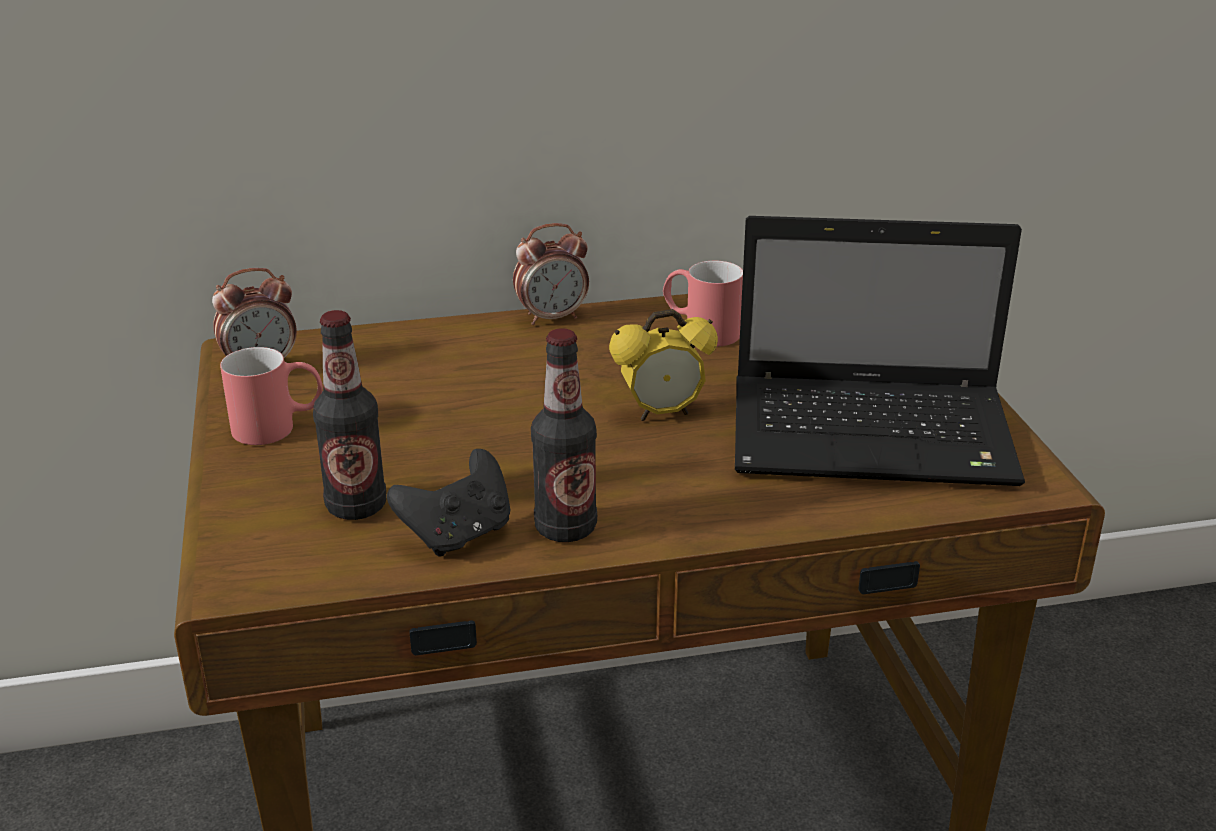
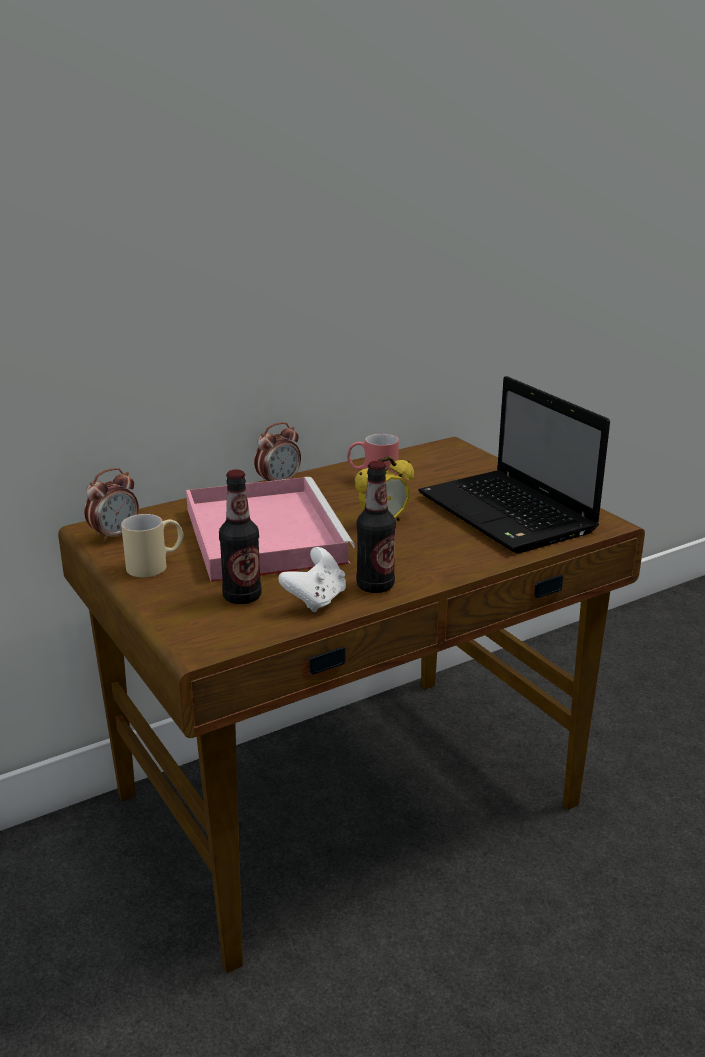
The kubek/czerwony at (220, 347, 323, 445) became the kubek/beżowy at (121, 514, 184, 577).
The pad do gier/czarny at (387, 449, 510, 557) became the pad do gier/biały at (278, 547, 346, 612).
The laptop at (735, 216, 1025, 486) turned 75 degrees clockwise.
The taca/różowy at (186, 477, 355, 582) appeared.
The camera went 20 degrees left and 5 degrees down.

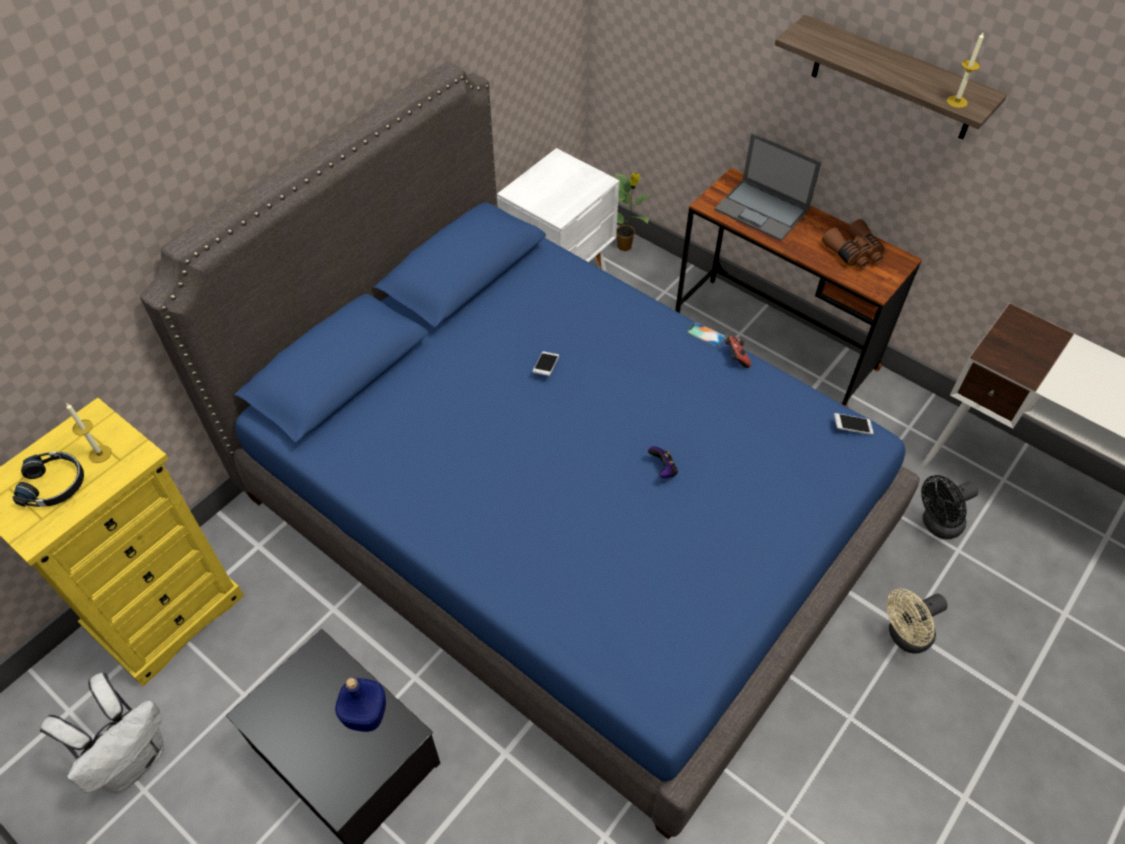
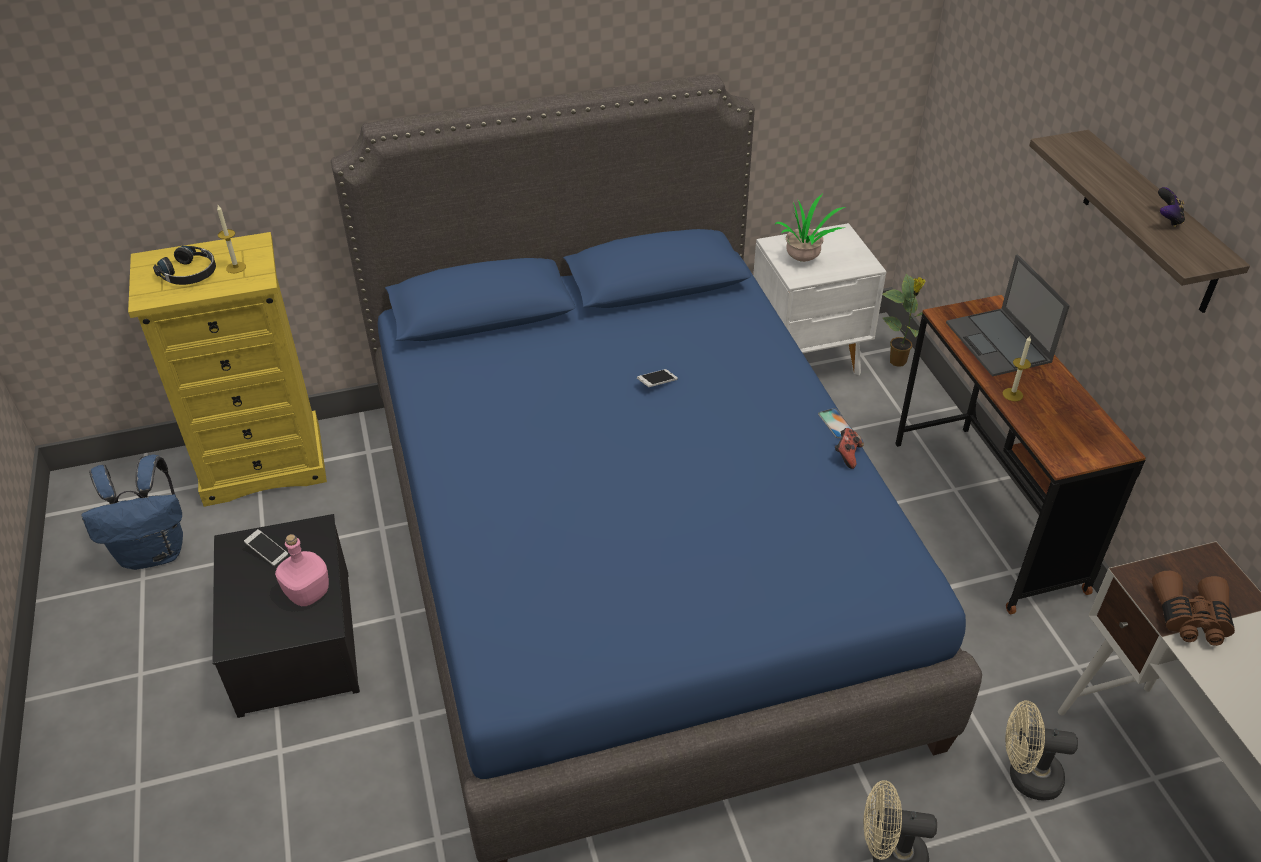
The plecak/biały at (40, 673, 164, 793) became the plecak/niebieski at (81, 455, 183, 570).
The butelka/niebieski at (335, 678, 386, 732) became the butelka/różowy at (275, 534, 329, 606).
The pad do gier moved from (648, 446, 678, 478) to (1158, 187, 1185, 227).
The lornetka/brązowy moved from (822, 219, 885, 269) to (1152, 571, 1235, 646).
The telefon moved from (834, 413, 874, 435) to (244, 529, 288, 566).
The wentylator/czarny at (921, 475, 978, 539) became the wentylator/beżowy at (1006, 700, 1078, 801).
The świeca moved from (947, 33, 984, 108) to (1003, 336, 1031, 401).
The roślina doniczkowa at (775, 194, 846, 262) appeared.
The camera went 35 degrees right and 10 degrees down.

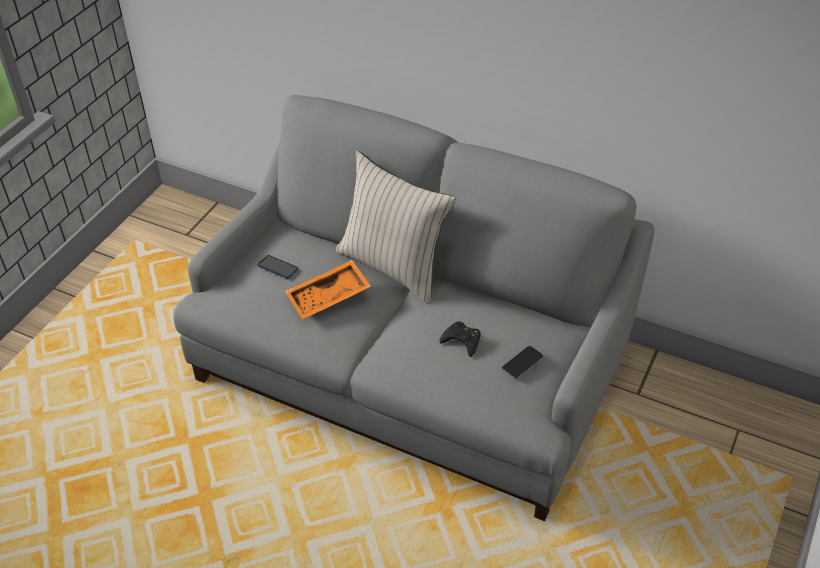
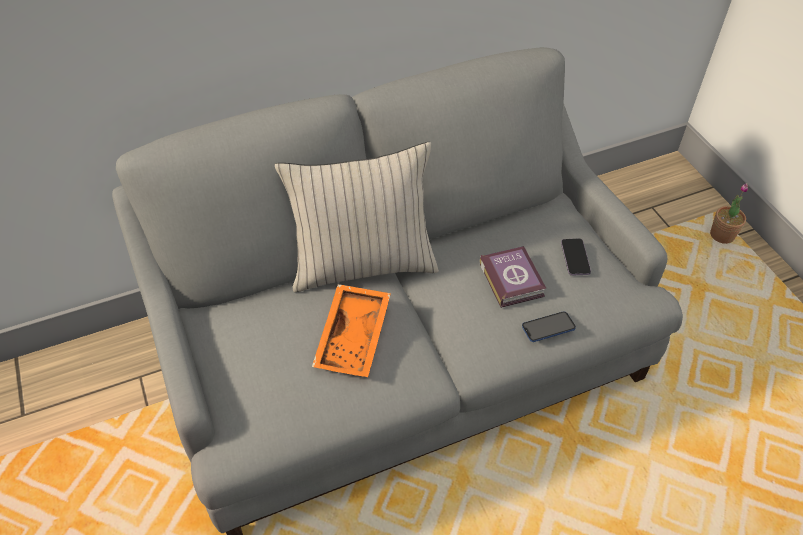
The telefon moved from (258, 255, 298, 279) to (522, 311, 576, 342).
The pad do gier/czarny at (440, 321, 481, 357) was replaced by the książka at (480, 246, 546, 308).
The roślina doniczkowa at (710, 183, 748, 244) appeared.
The camera went 50 degrees left and 5 degrees up.

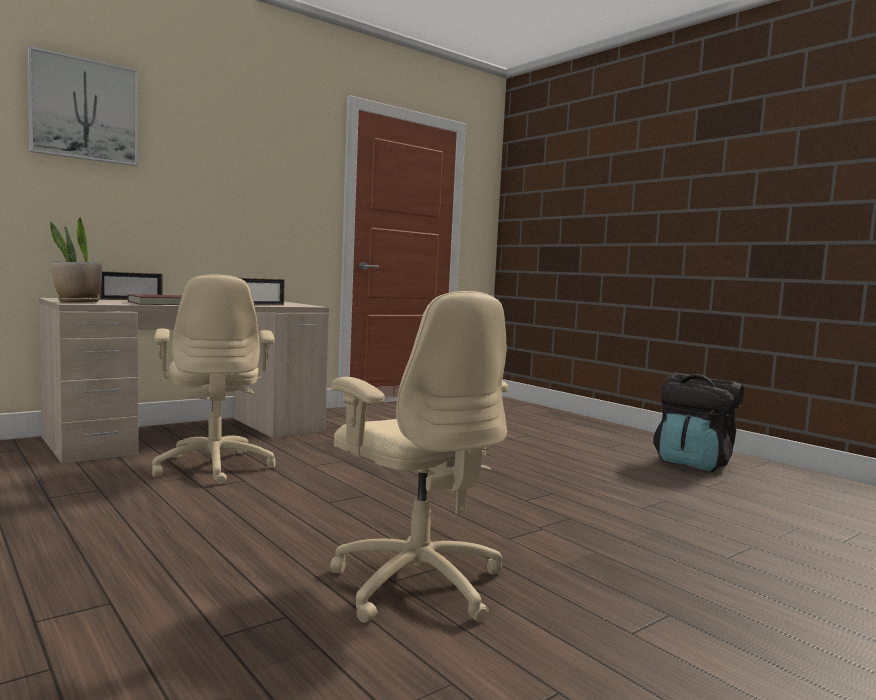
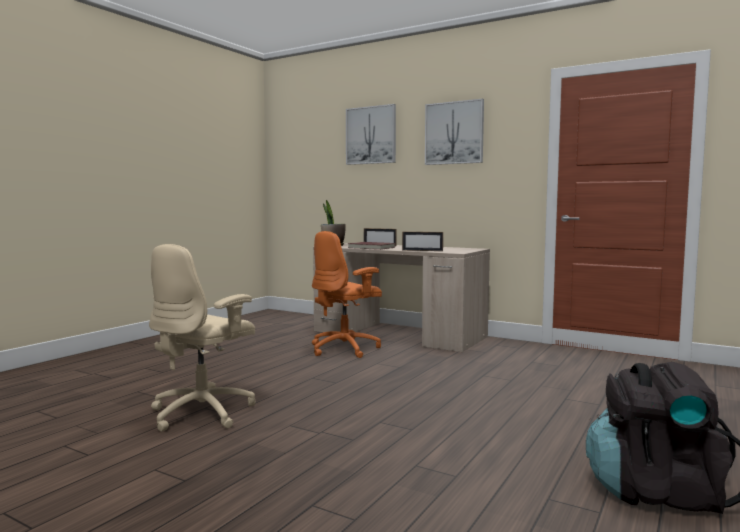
The krzesło biurowe/beżowy at (151, 274, 276, 485) became the krzesło biurowe/pomarańczowy at (312, 231, 382, 358).
The obraz at (425, 99, 484, 165) appeared.
The camera went 70 degrees right and 0 degrees up.

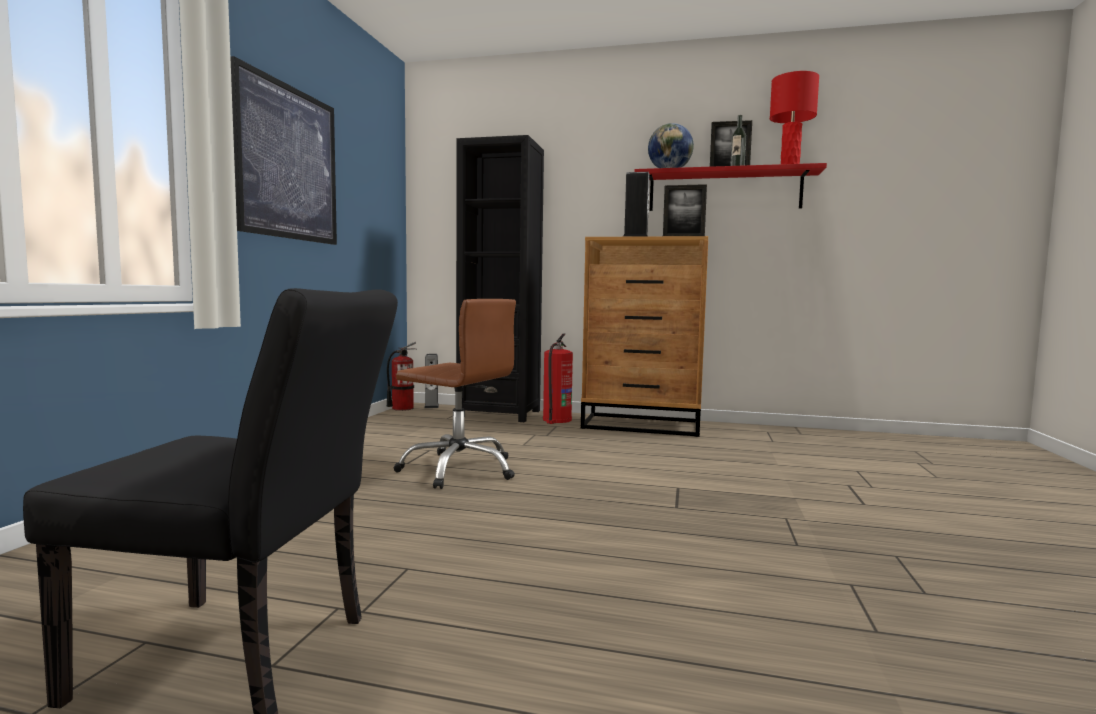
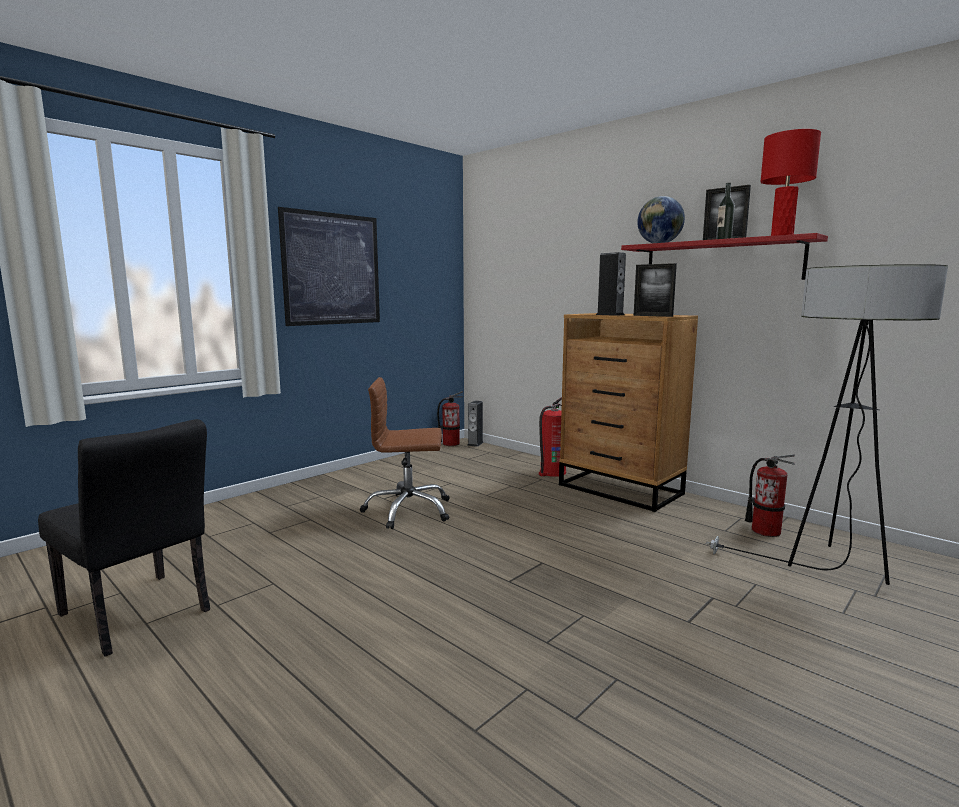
The krzesło biurowe/brązowy at (394, 299, 516, 489) turned 120 degrees clockwise.
The regał/czarny at (456, 135, 544, 422) disappeared.
The lampa stojąca at (705, 264, 948, 585) appeared.
The gaśnica at (745, 454, 795, 537) appeared.
The camera went 30 degrees right and 5 degrees up.

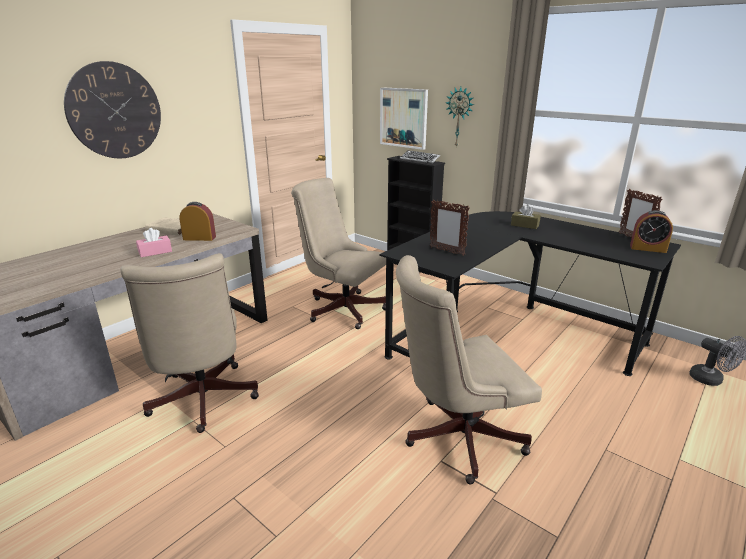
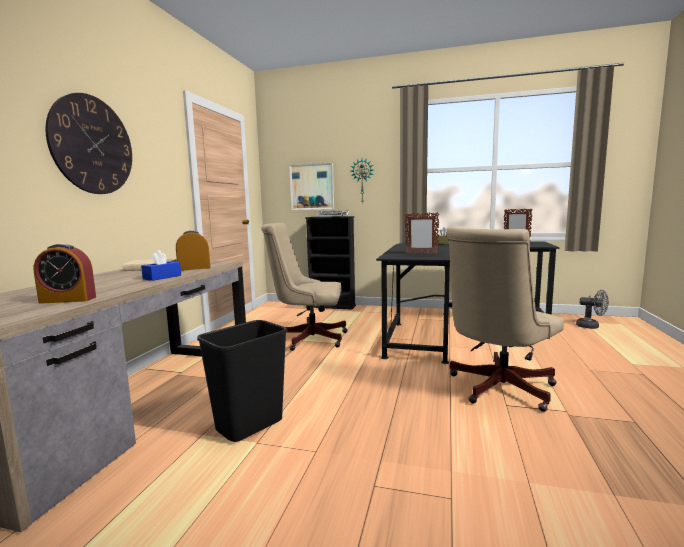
The krzesło biurowe/beżowy at (121, 253, 259, 433) was replaced by the kosz na śmieci/czarny at (197, 320, 287, 442).
The pudełko chusteczek/różowy at (136, 228, 172, 257) became the pudełko chusteczek/niebieski at (141, 250, 181, 281).
The budzik moved from (630, 210, 673, 253) to (34, 244, 96, 304).
The camera went 25 degrees left and 15 degrees down.

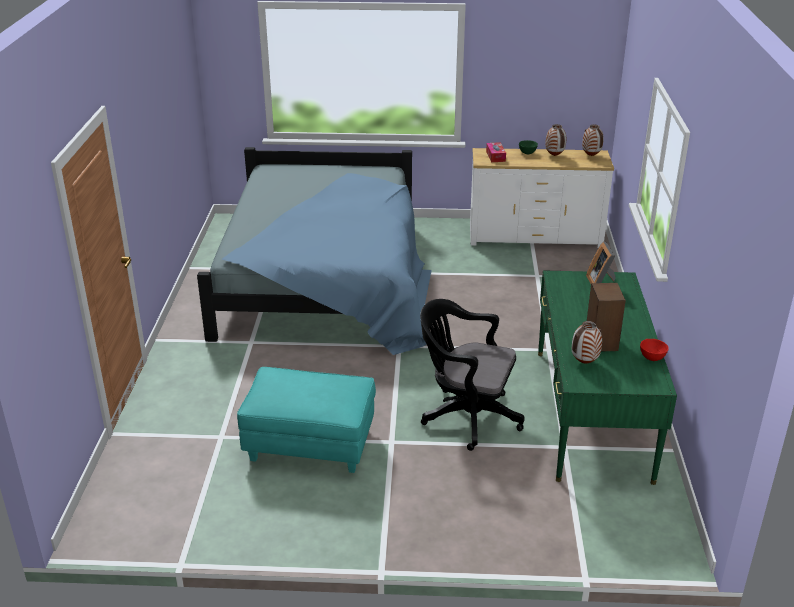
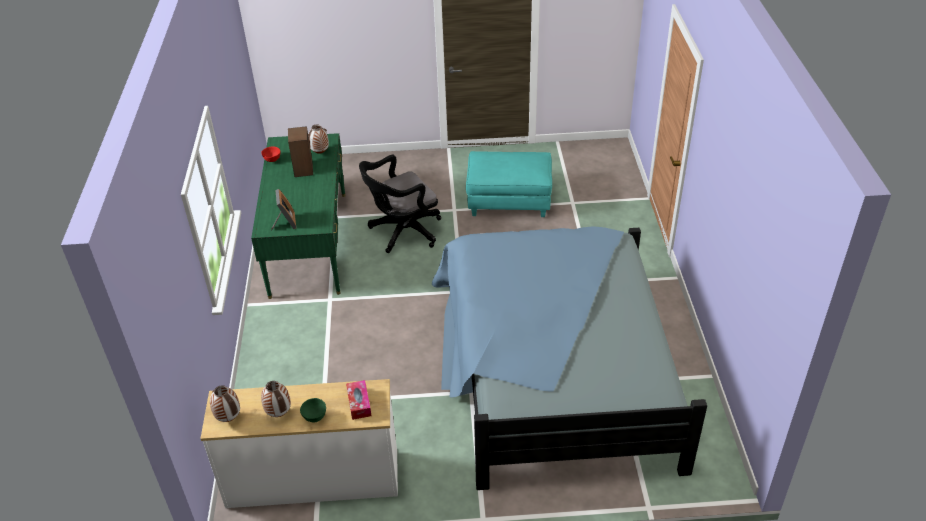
The krzesło biurowe/czarny at (420, 299, 525, 451) turned 135 degrees clockwise.
The camera went 175 degrees right and 10 degrees up.

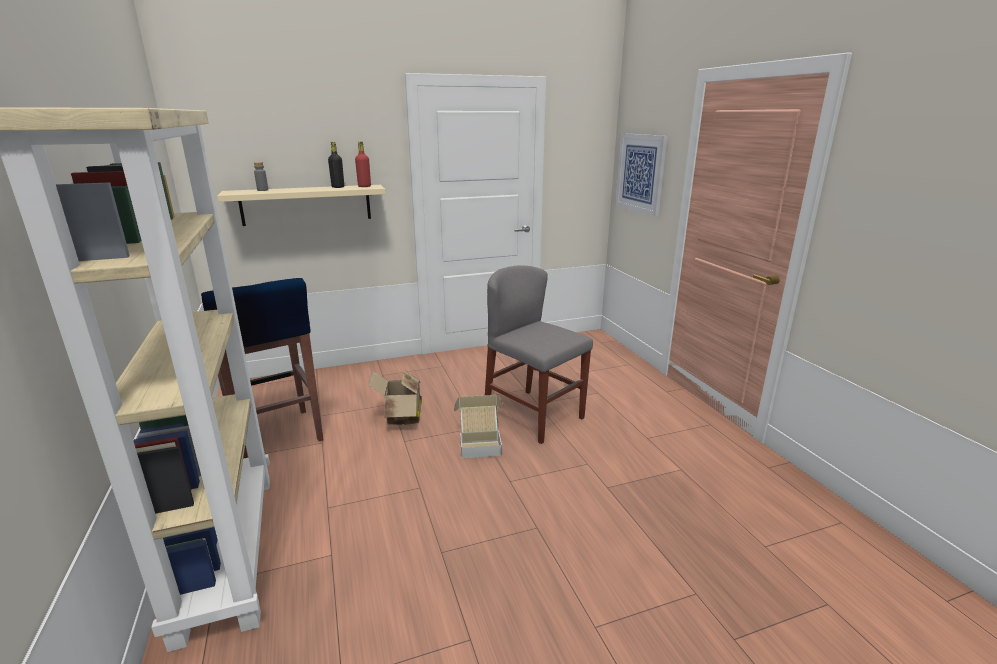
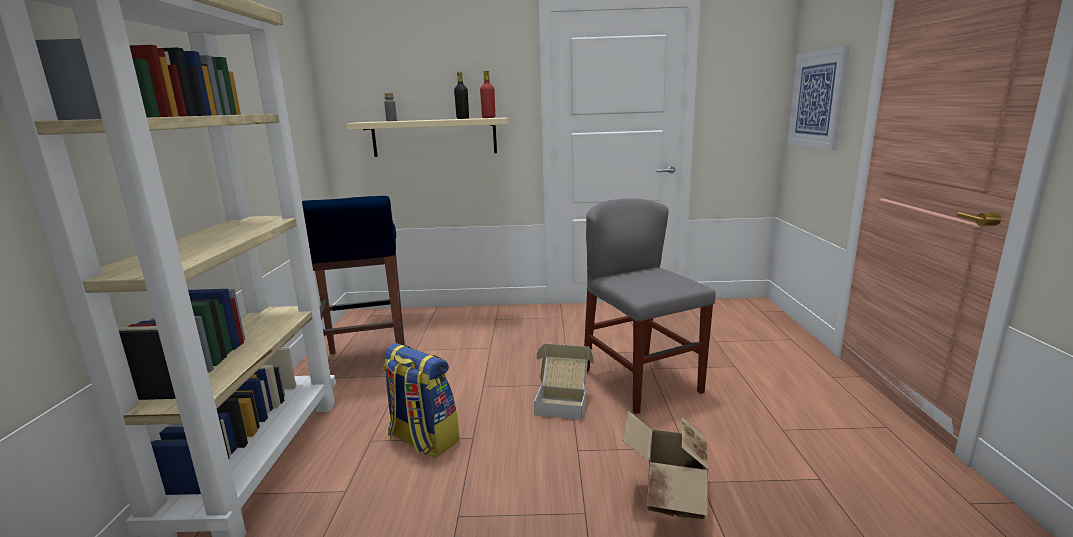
The karton moved from (368, 370, 422, 425) to (623, 411, 708, 519).
The plecak at (383, 343, 459, 458) appeared.
The camera went 20 degrees right and 5 degrees down.

